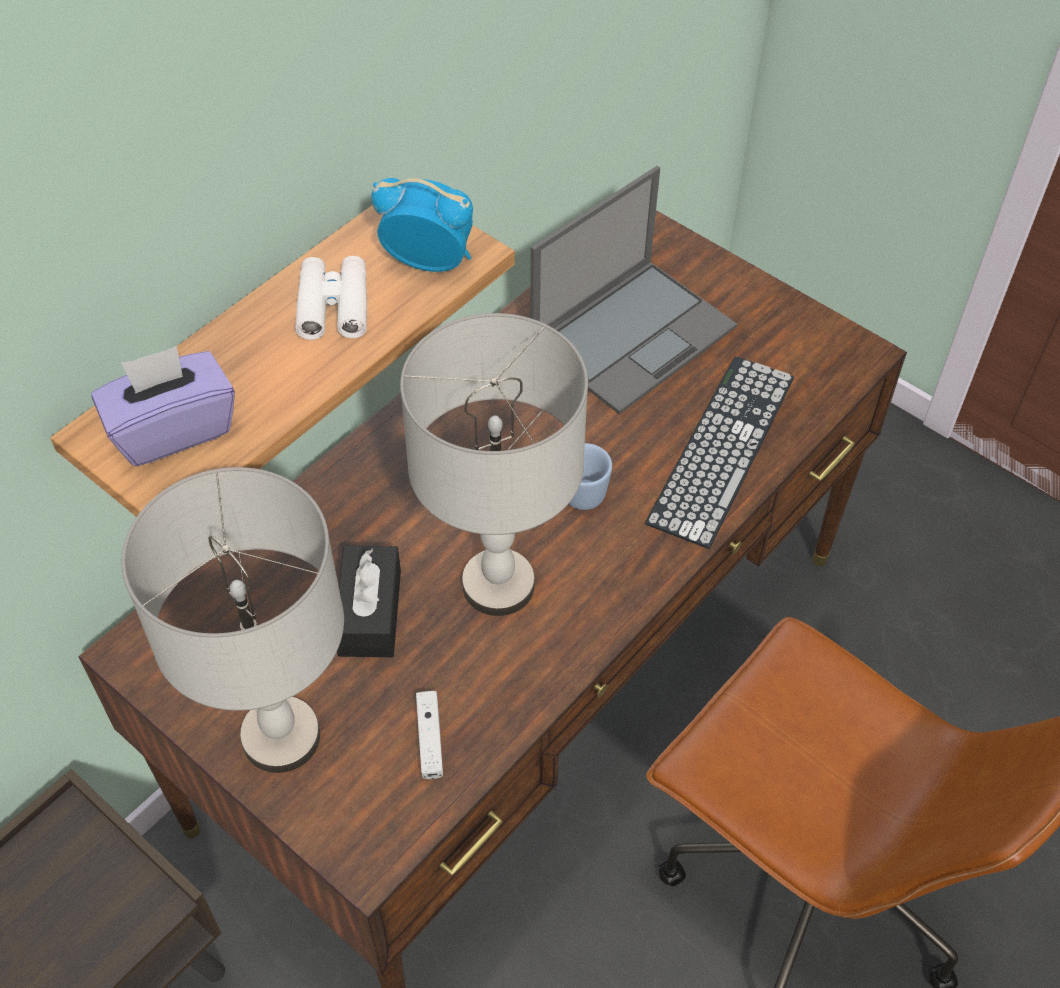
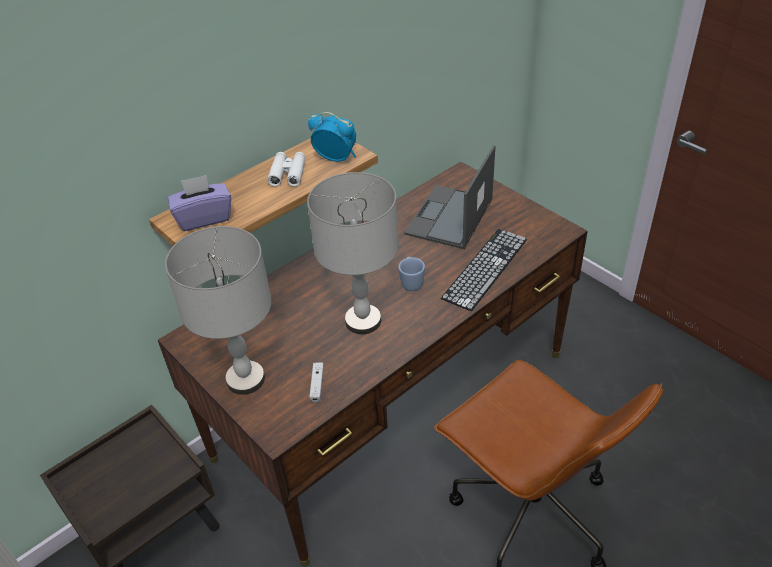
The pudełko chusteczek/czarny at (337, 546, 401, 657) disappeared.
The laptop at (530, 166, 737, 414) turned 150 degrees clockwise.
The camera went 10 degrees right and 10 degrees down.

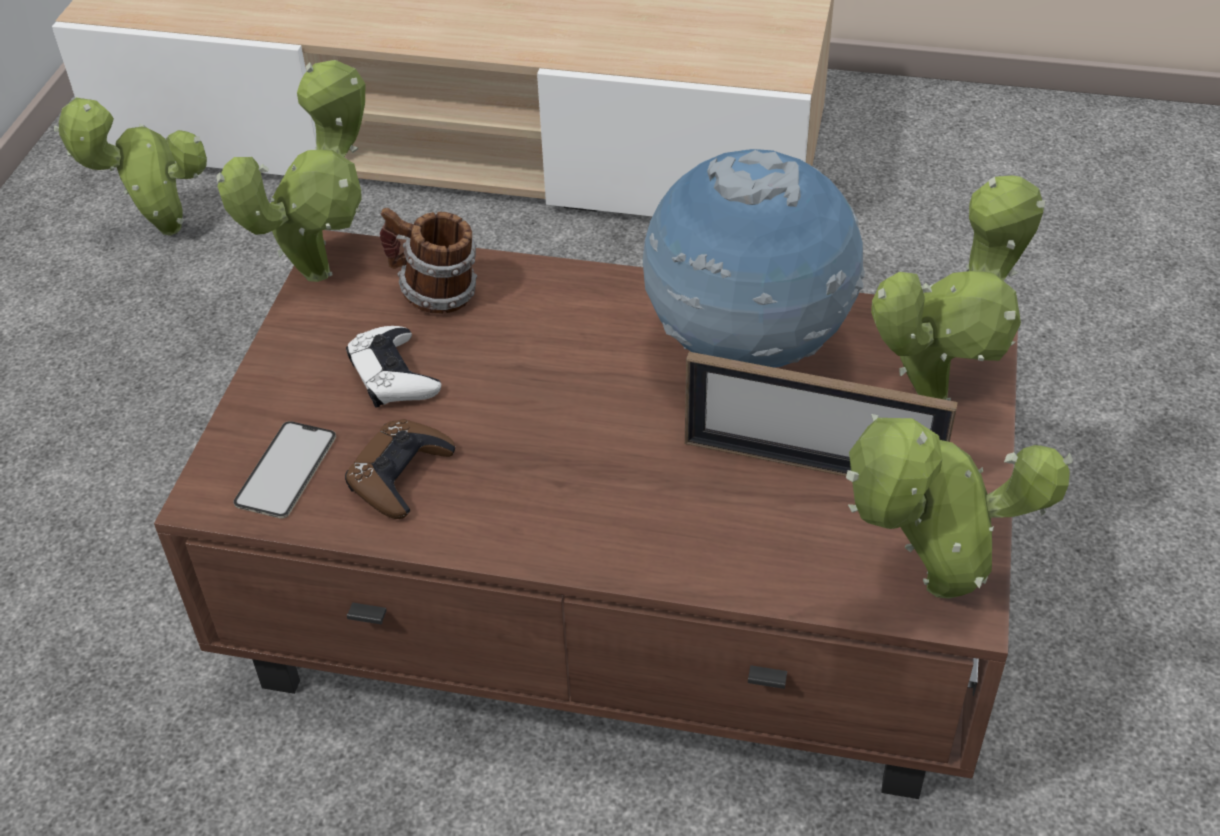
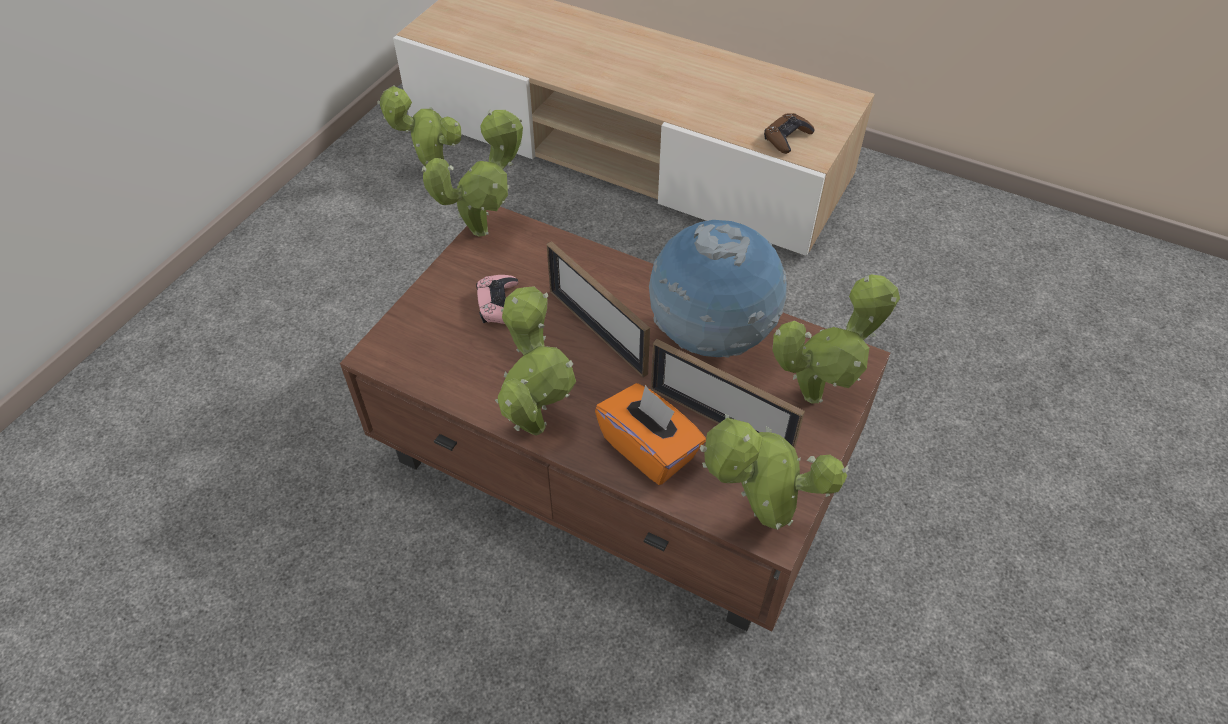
The telefon at (233, 421, 336, 518) disappeared.
The pad do gier/brązowy moved from (345, 419, 455, 519) to (764, 113, 815, 154).
The pad do gier/biały at (346, 326, 442, 408) became the pad do gier/różowy at (476, 275, 519, 324).
The kubek at (380, 208, 477, 314) disappeared.
The roślina doniczkowa at (495, 287, 576, 435) appeared.
The ramka na zdjęcie at (547, 241, 650, 378) appeared.
The pudełko chusteczek/pomarańczowy at (595, 383, 706, 485) appeared.
The camera went 15 degrees right and 5 degrees up.

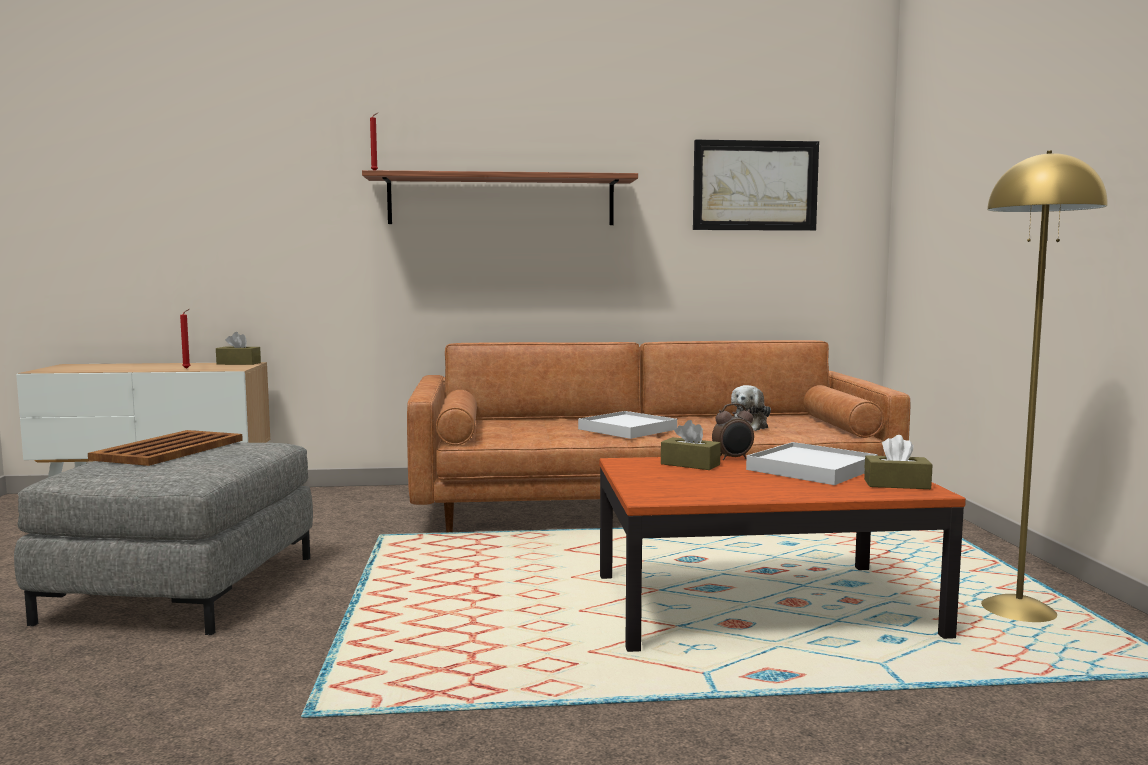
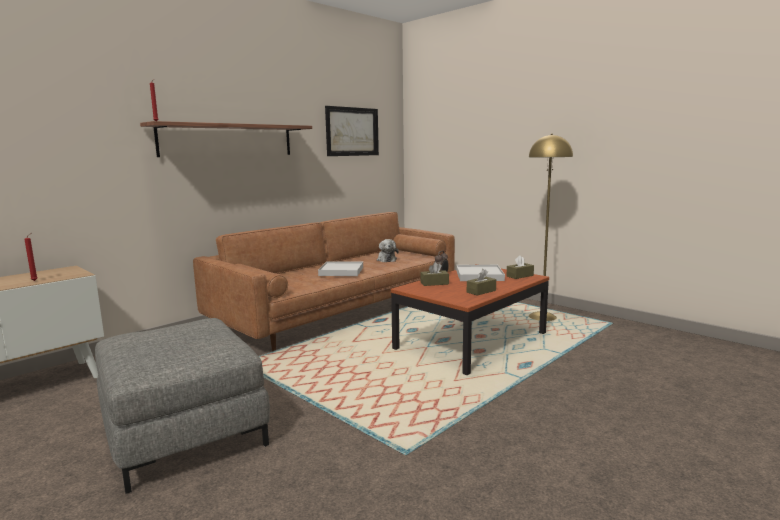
The taca/brązowy at (88, 430, 243, 466) disappeared.
The pudełko chusteczek/brązowy moved from (216, 332, 261, 365) to (467, 269, 496, 295).
The camera went 40 degrees left and 5 degrees up.

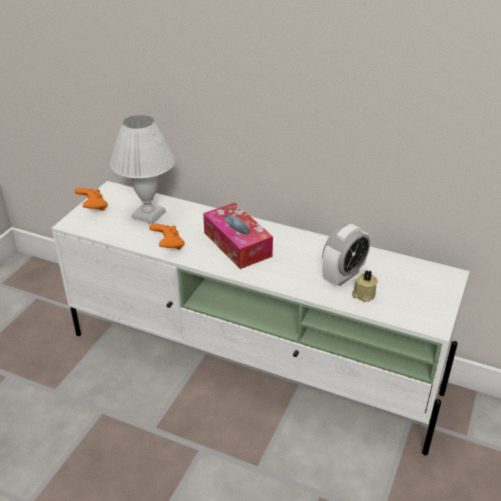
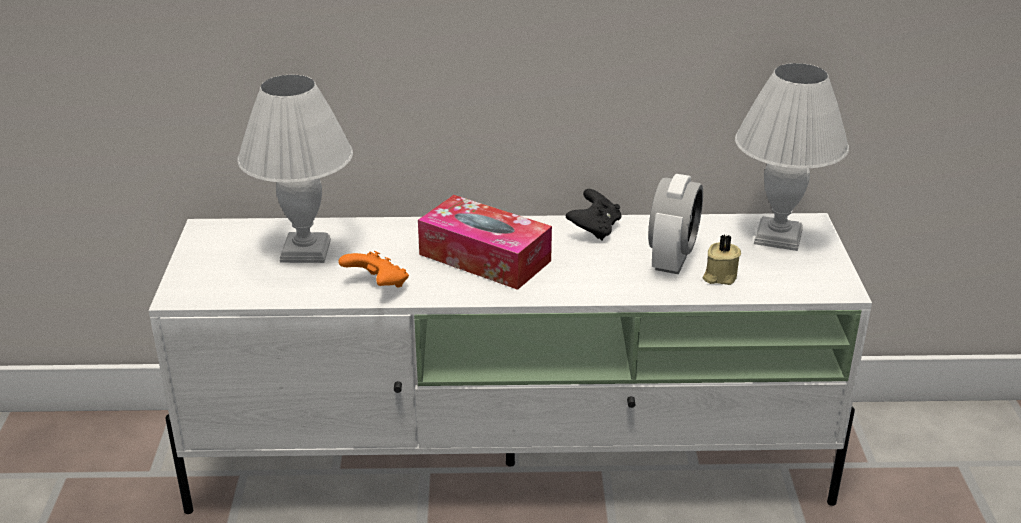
The pad do gier/pomarańczowy at (75, 188, 108, 211) disappeared.
The pad do gier/czarny at (566, 189, 622, 240) appeared.
The lampa stołowa/biały at (735, 63, 849, 251) appeared.
The camera went 25 degrees left and 5 degrees down.

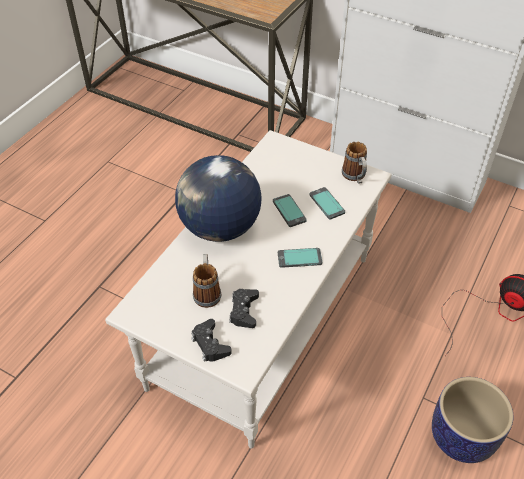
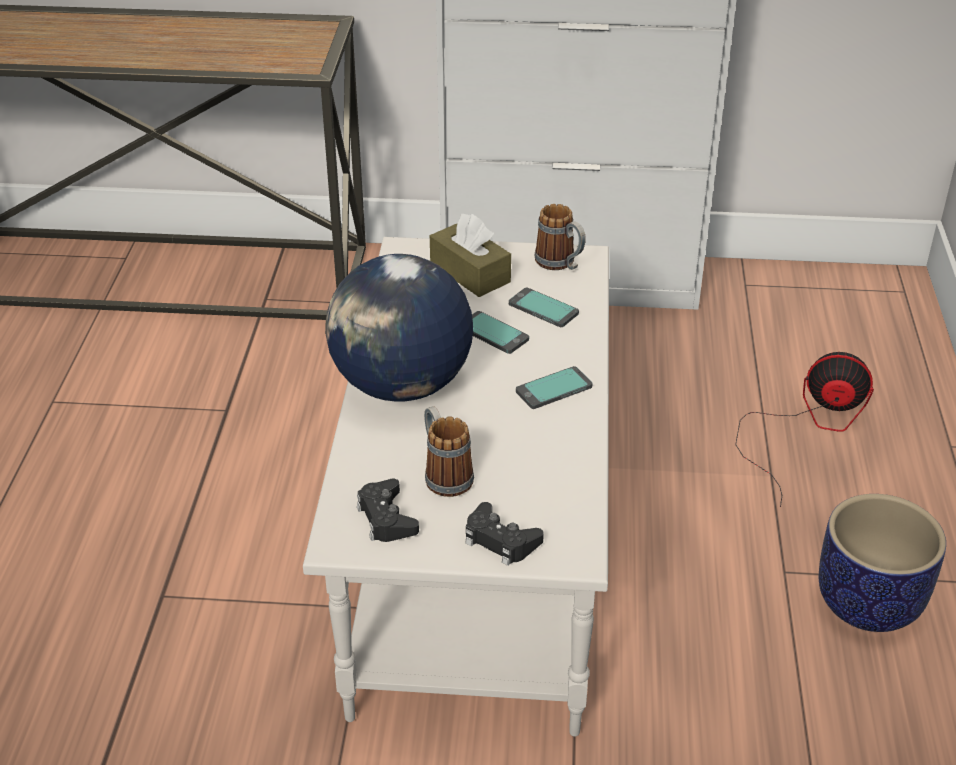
The pad do gier/czarny moved from (229, 289, 259, 328) to (357, 479, 419, 542).
The pudełko chusteczek/brązowy at (430, 214, 511, 297) appeared.
The camera went 25 degrees left and 10 degrees down.

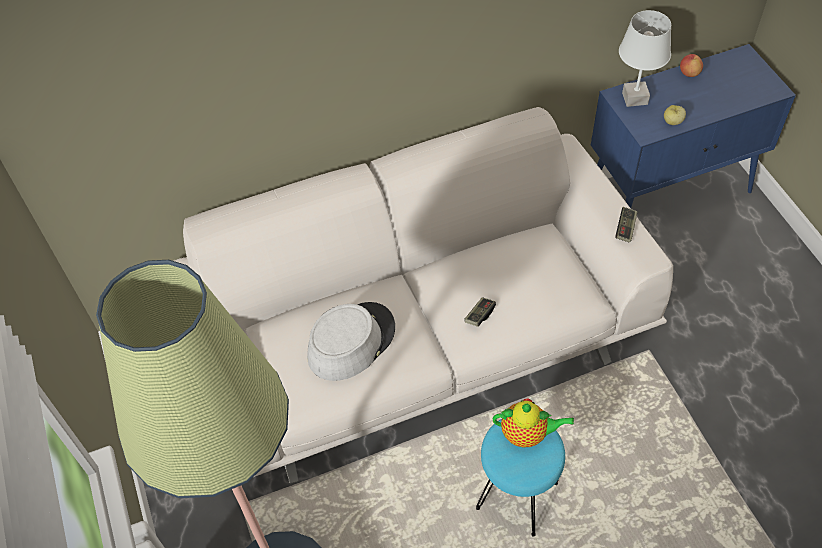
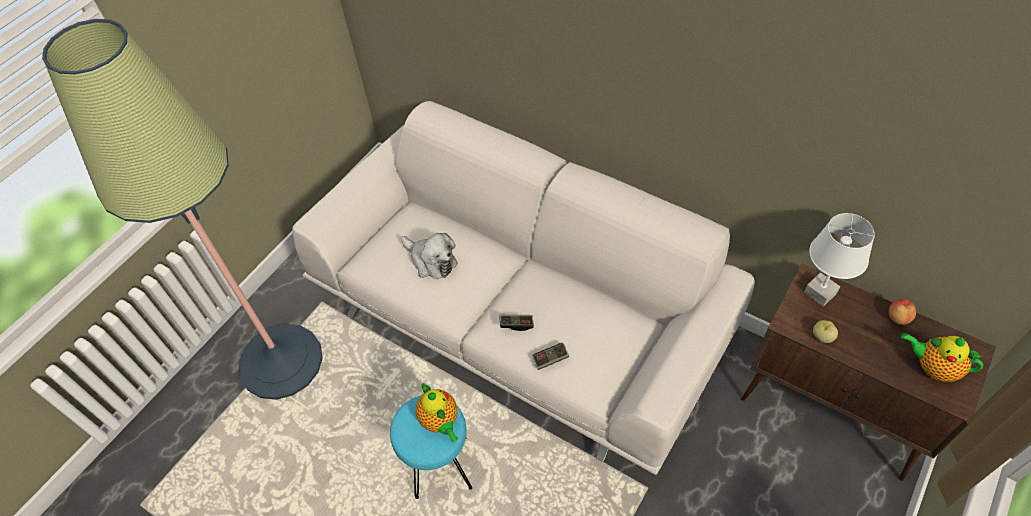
The kapelusz/szary at (307, 302, 395, 381) was replaced by the pluszak at (401, 233, 458, 279).
The szafka/niebieski at (591, 44, 796, 208) became the szafka/brązowy at (741, 263, 996, 481).
The pad do gier moved from (615, 207, 638, 243) to (532, 343, 569, 370).
The imbryk at (901, 332, 983, 382) appeared.
The camera went 55 degrees right and 0 degrees up.

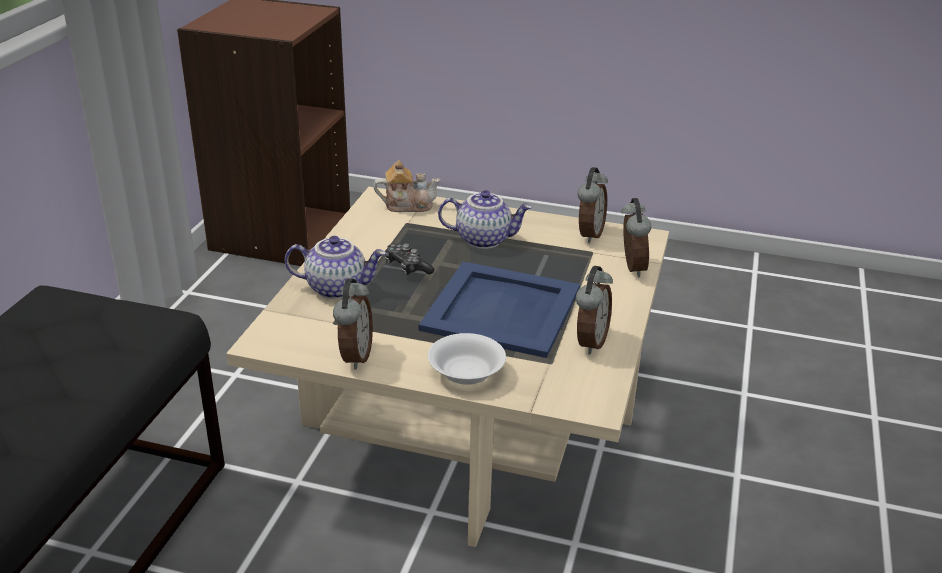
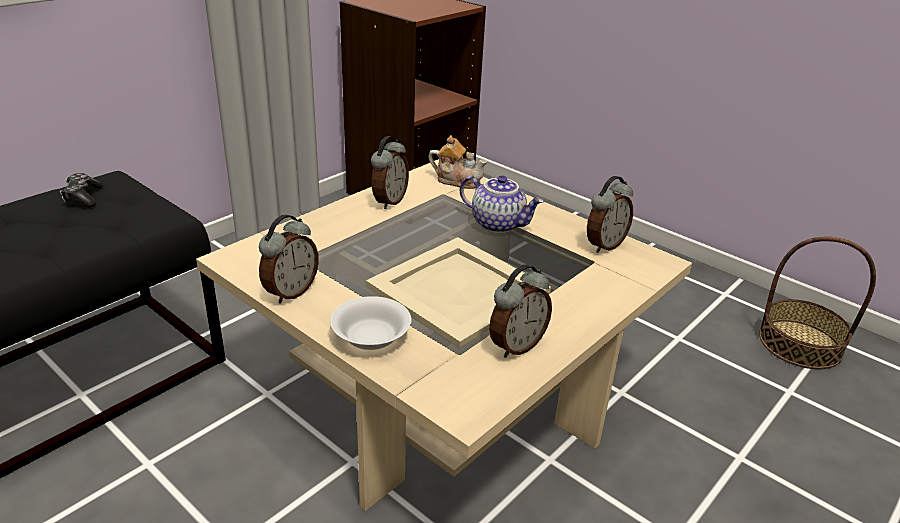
The imbryk at (285, 236, 386, 299) disappeared.
The pad do gier moved from (385, 243, 435, 275) to (60, 173, 103, 208).
The taca/niebieski at (419, 262, 580, 358) became the taca/beżowy at (366, 237, 551, 348).
The budzik moved from (621, 198, 651, 277) to (371, 136, 409, 209).
The koszyk at (759, 237, 876, 369) appeared.
The camera went 25 degrees right and 0 degrees up.

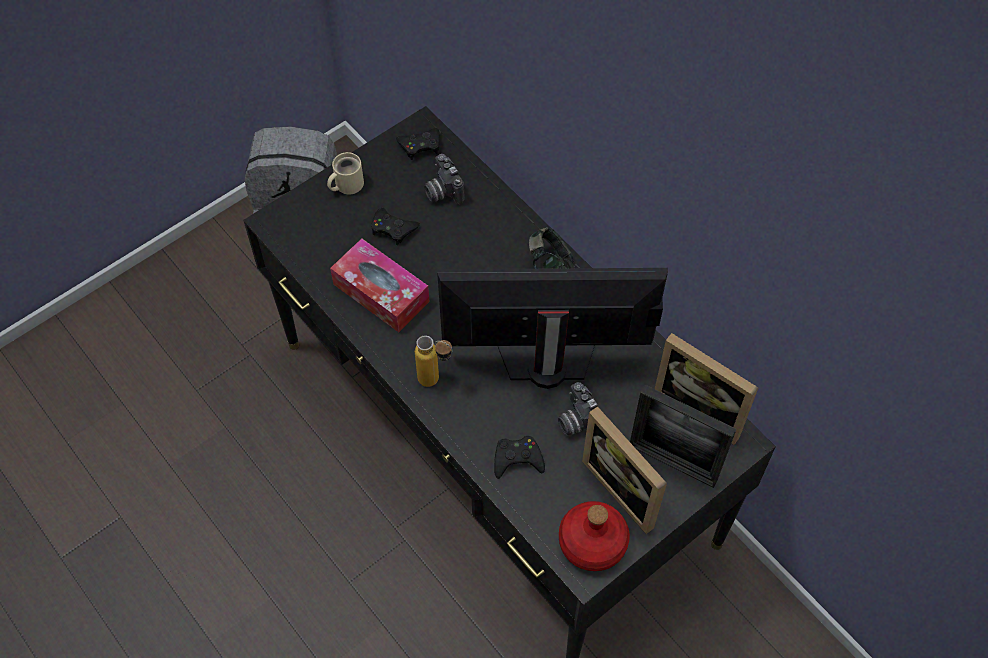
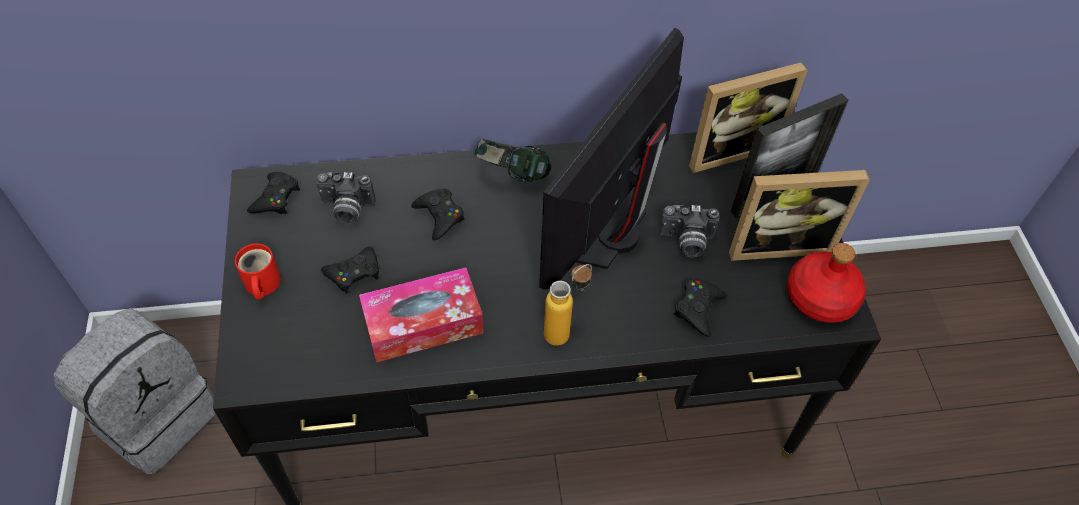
The kubek/beżowy at (327, 152, 364, 194) became the kubek/czerwony at (235, 243, 281, 299).
The pad do gier/czarny at (411, 189, 464, 241) appeared.
The camera went 60 degrees left and 5 degrees down.

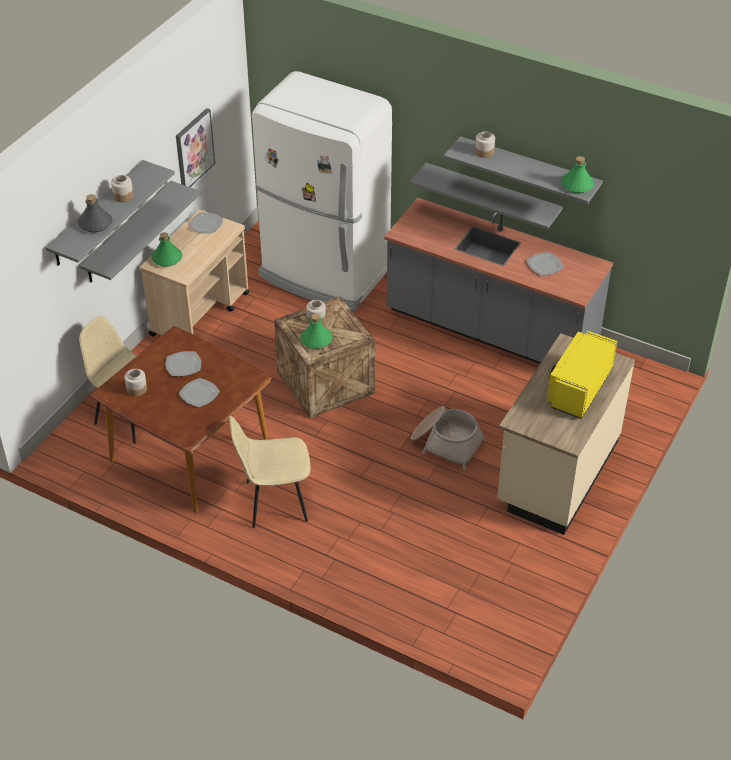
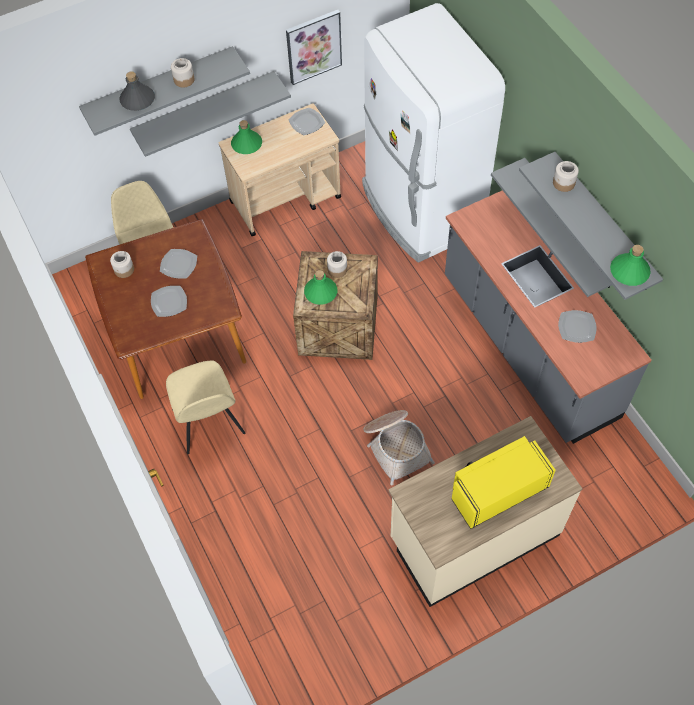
The krzesło/beżowy at (229, 416, 311, 528) turned 135 degrees counterclockwise.
The camera went 35 degrees right and 15 degrees up.

